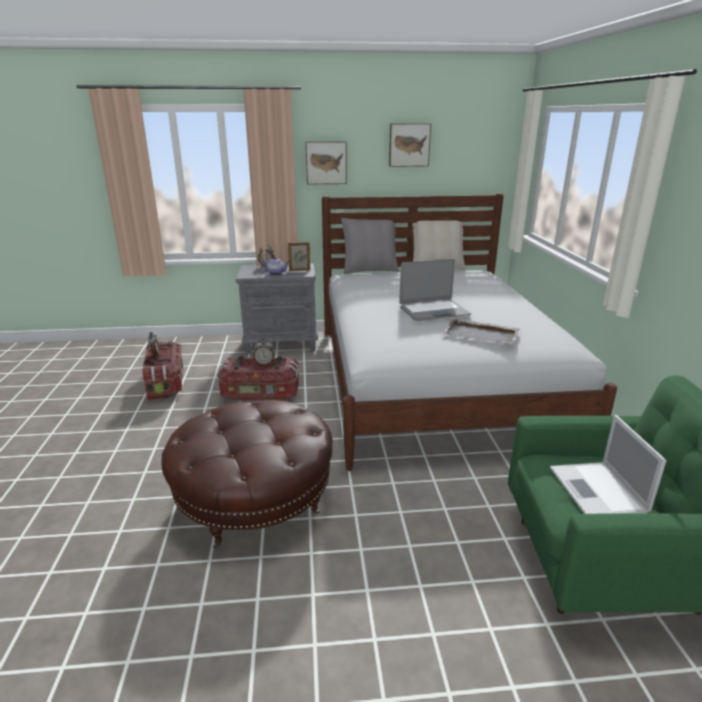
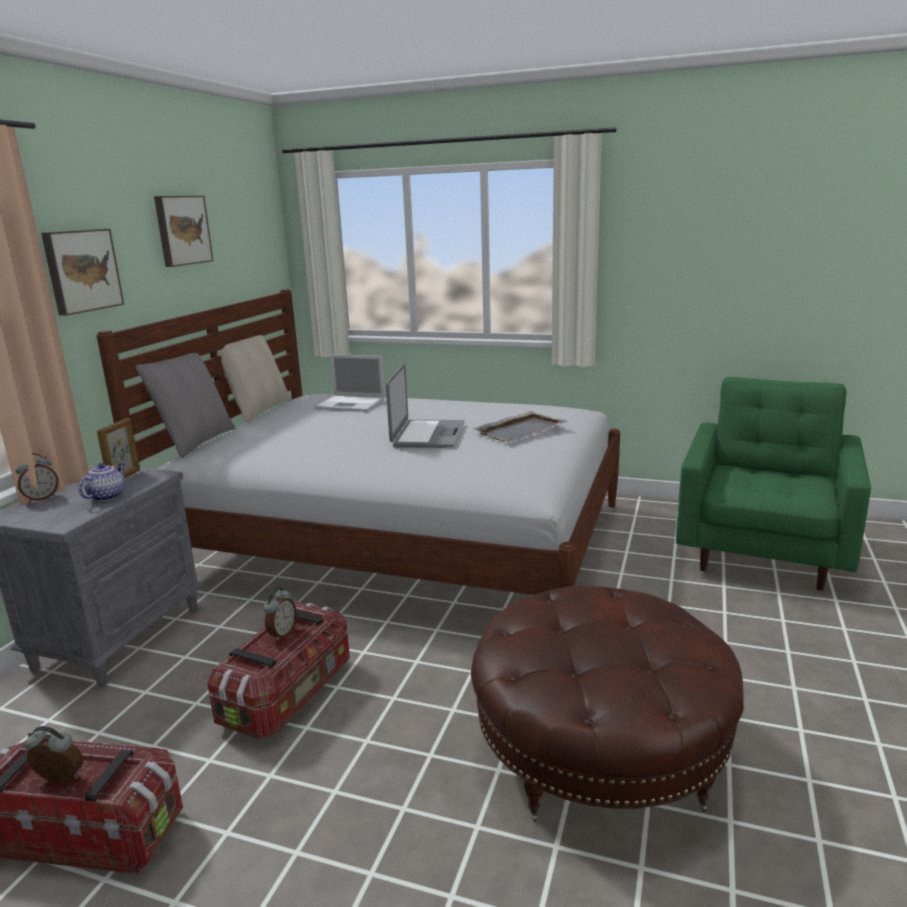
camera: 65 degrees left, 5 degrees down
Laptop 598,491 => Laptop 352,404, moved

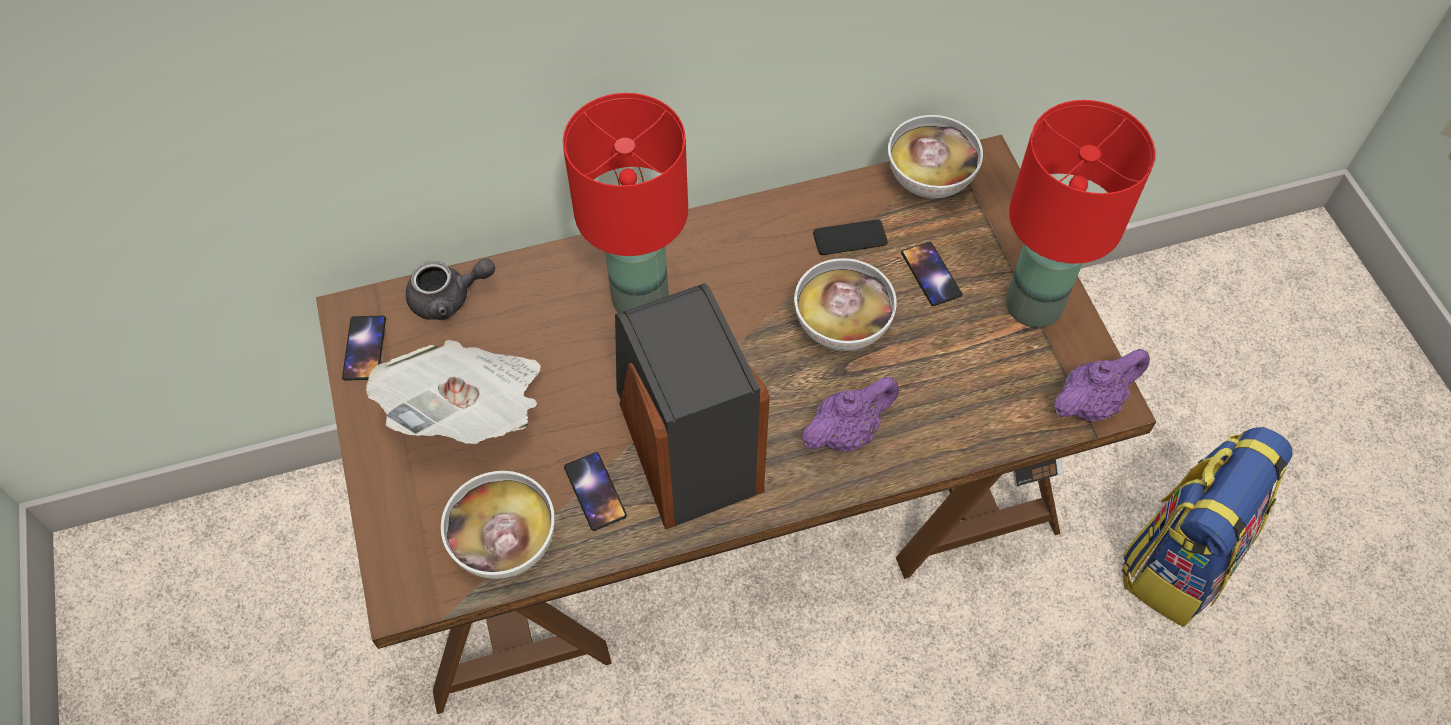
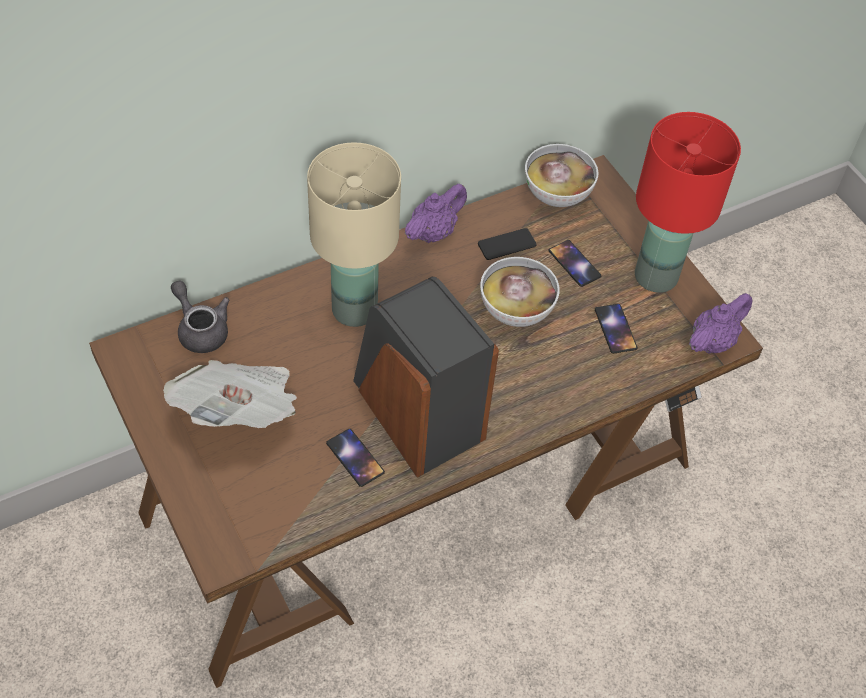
camera: 15 degrees left, 5 degrees down
GreyTeapot 449,298 => GreyTeapot 200,329, 105 degrees counterclockwise
RedTableLamp 642,298 => BeigeTableLamp 356,309
PurpleTeapot 846,432 => PurpleTeapot 434,232, moved
Phone 365,348 => Phone 615,329, moved
Bowl 505,543 => nothing
Backpack 1179,559 => nothing

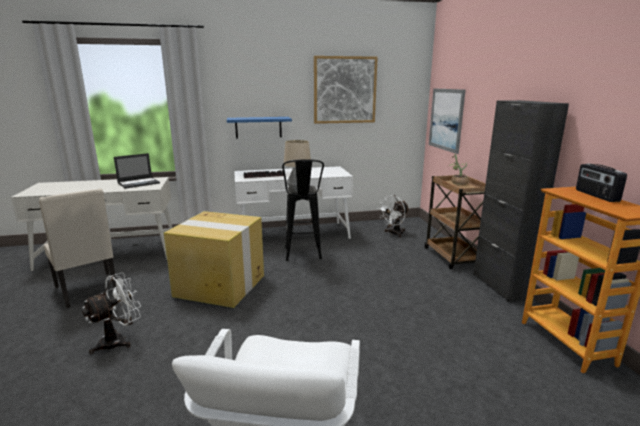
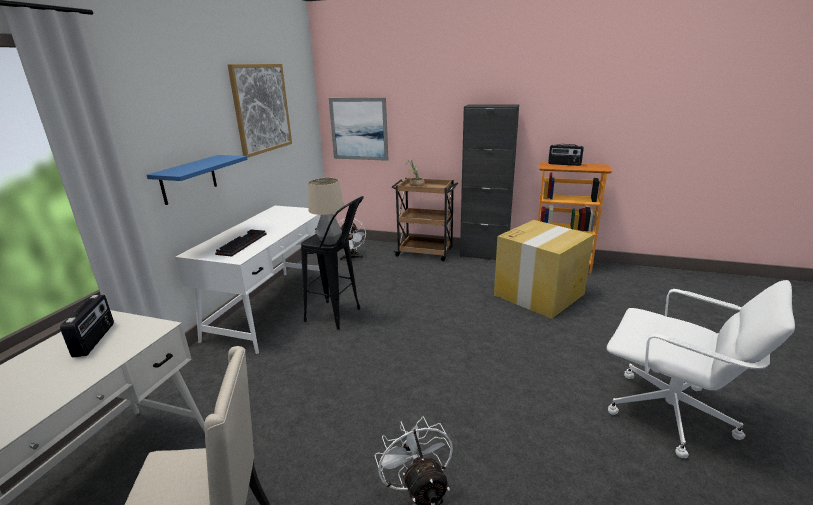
camera: 60 degrees left, 5 degrees up
Laptop 139,183 => Radio 95,339
CardboardBox 221,286 => CardboardBox 539,294, moved

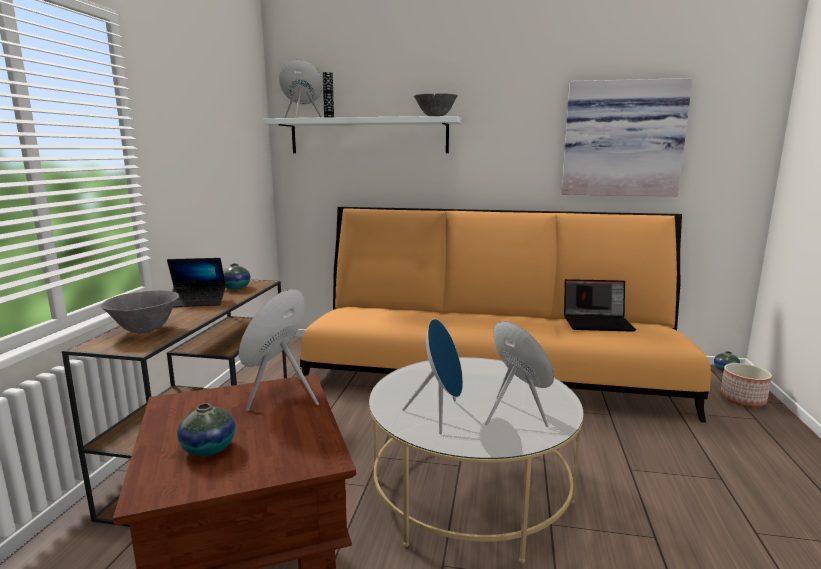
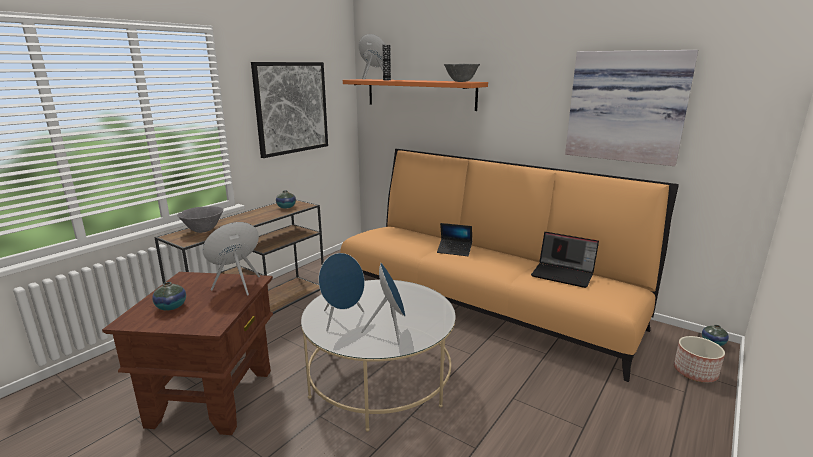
camera: 25 degrees right, 5 degrees up
nothing => Picture 291,108
WhiteShelf 368,136 => OrangeShelf 419,94
Laptop 197,301 => Laptop 454,251, moved

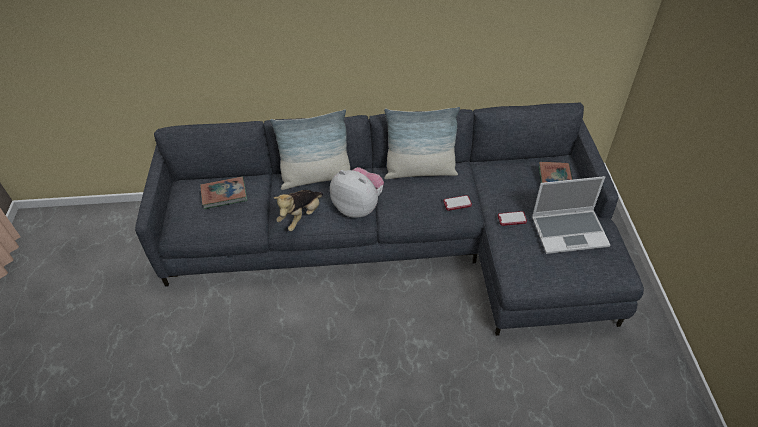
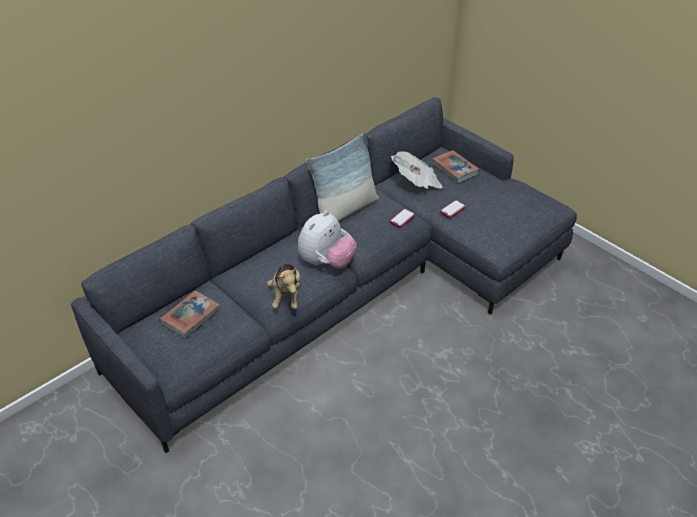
camera: 40 degrees left, 5 degrees down
PlushToy 358,207 => PlushToy 326,262, 135 degrees clockwise
nothing => Newspaper 416,182
Pillow 316,177 => nothing
Laptop 569,231 => nothing

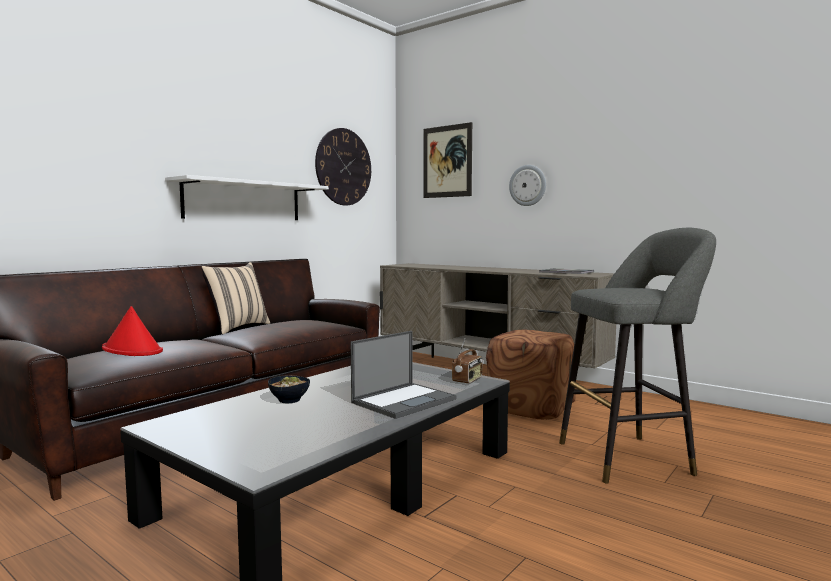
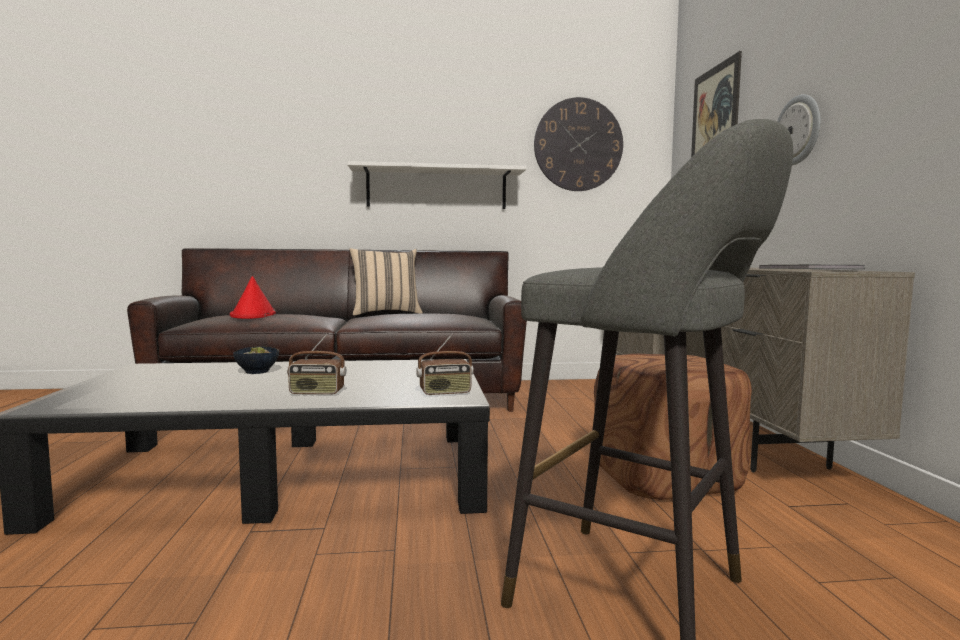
camera: 45 degrees right, 0 degrees up
Laptop 404,400 => Radio 316,393

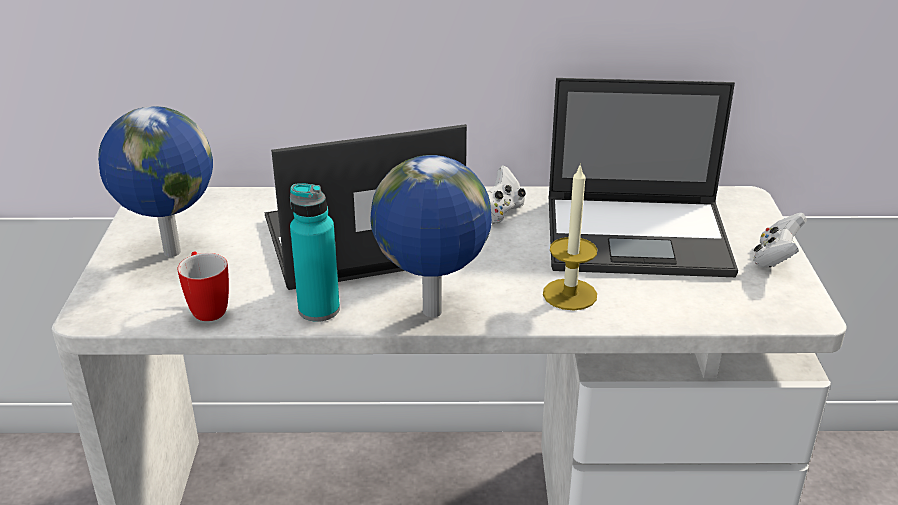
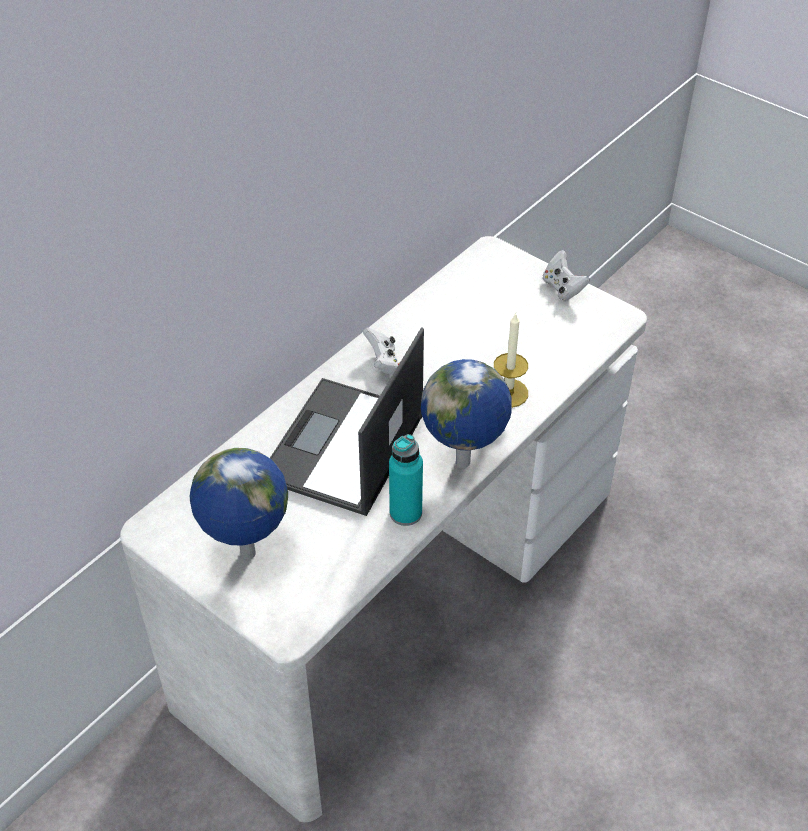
camera: 50 degrees left, 15 degrees up
Mug 207,307 => nothing
Laptop 639,236 => nothing

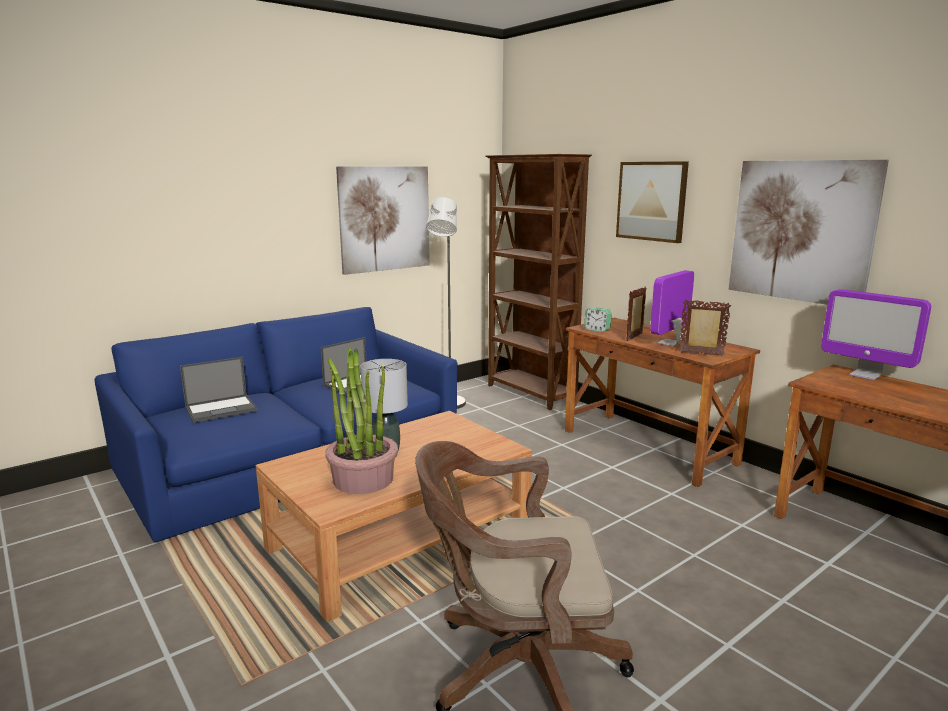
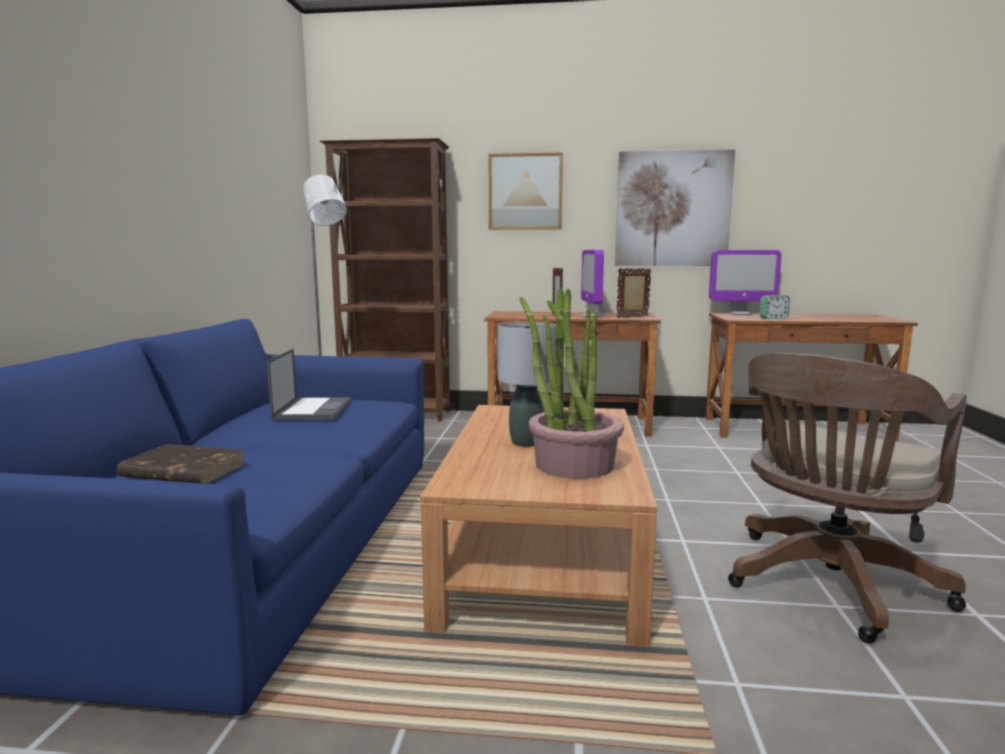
camera: 45 degrees left, 5 degrees down
Laptop 222,409 => BrownBook 183,471
AlarmClock 597,330 => AlarmClock 773,318, moved
Picture 385,219 => nothing

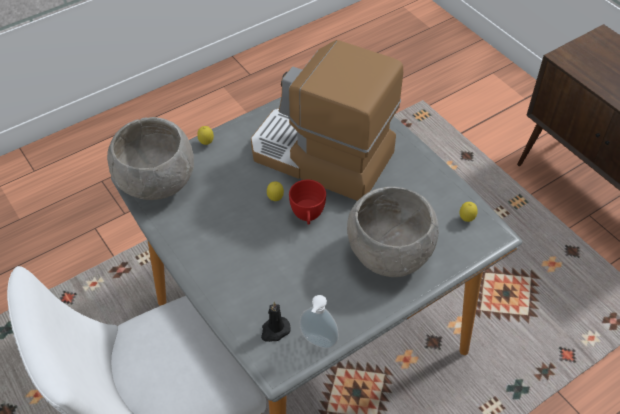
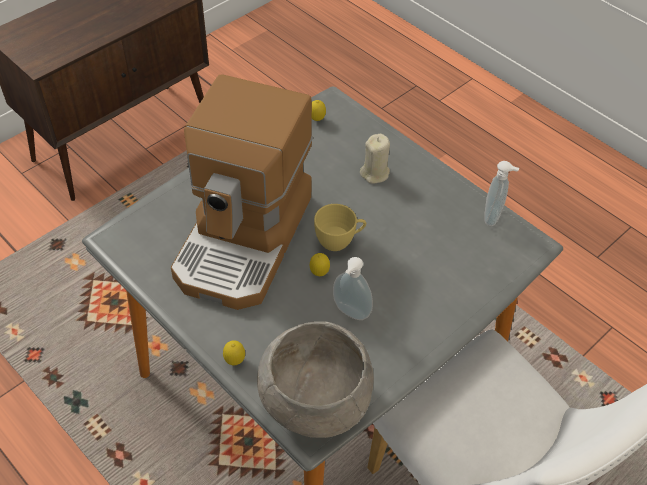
camera: 100 degrees left, 0 degrees up
RedCup 307,217 => YellowCup 339,241
nothing => SoapDispenser 350,313
GreyBowl 388,255 => BeigeCandle 375,173
BlackCandle 274,330 => nothing

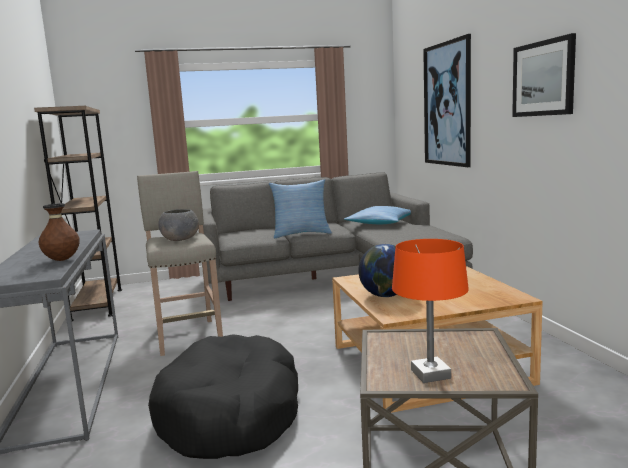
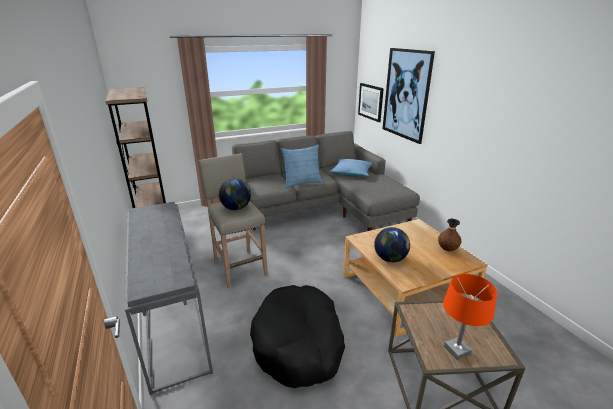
camera: 10 degrees left, 15 degrees up
GreyBowl 180,239 => Globe 236,208
Picture 543,78 => Picture 370,102, moved
BrownVase 62,260 => BrownVase 447,249, moved

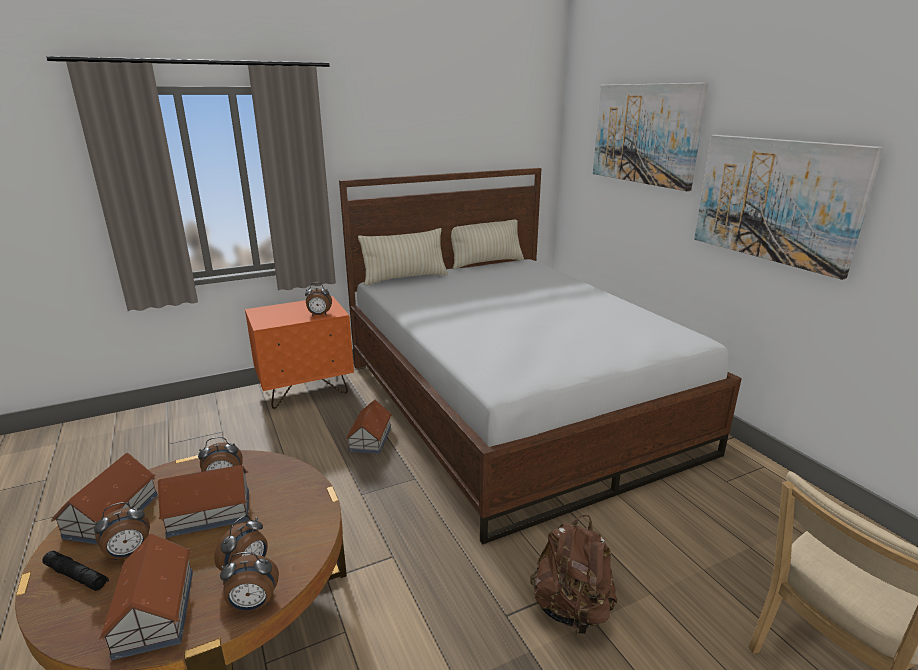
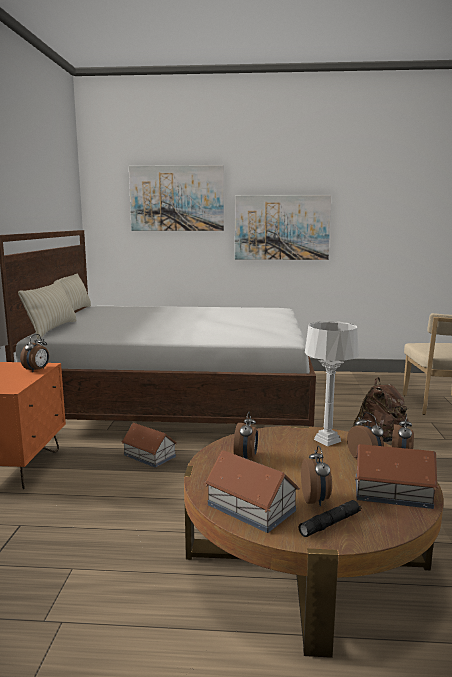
camera: 60 degrees left, 10 degrees down
nothing => GreyTableLamp 327,440
ToyHouse 209,512 => nothing

